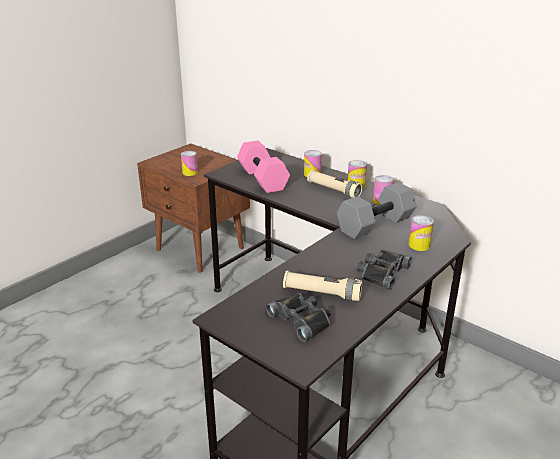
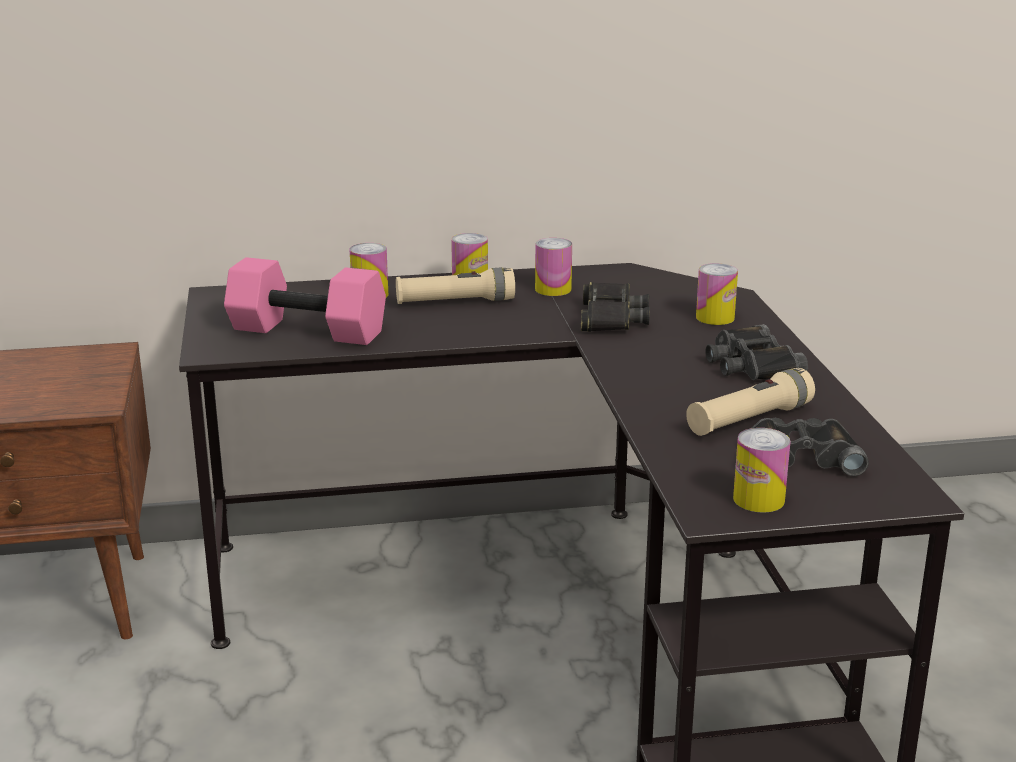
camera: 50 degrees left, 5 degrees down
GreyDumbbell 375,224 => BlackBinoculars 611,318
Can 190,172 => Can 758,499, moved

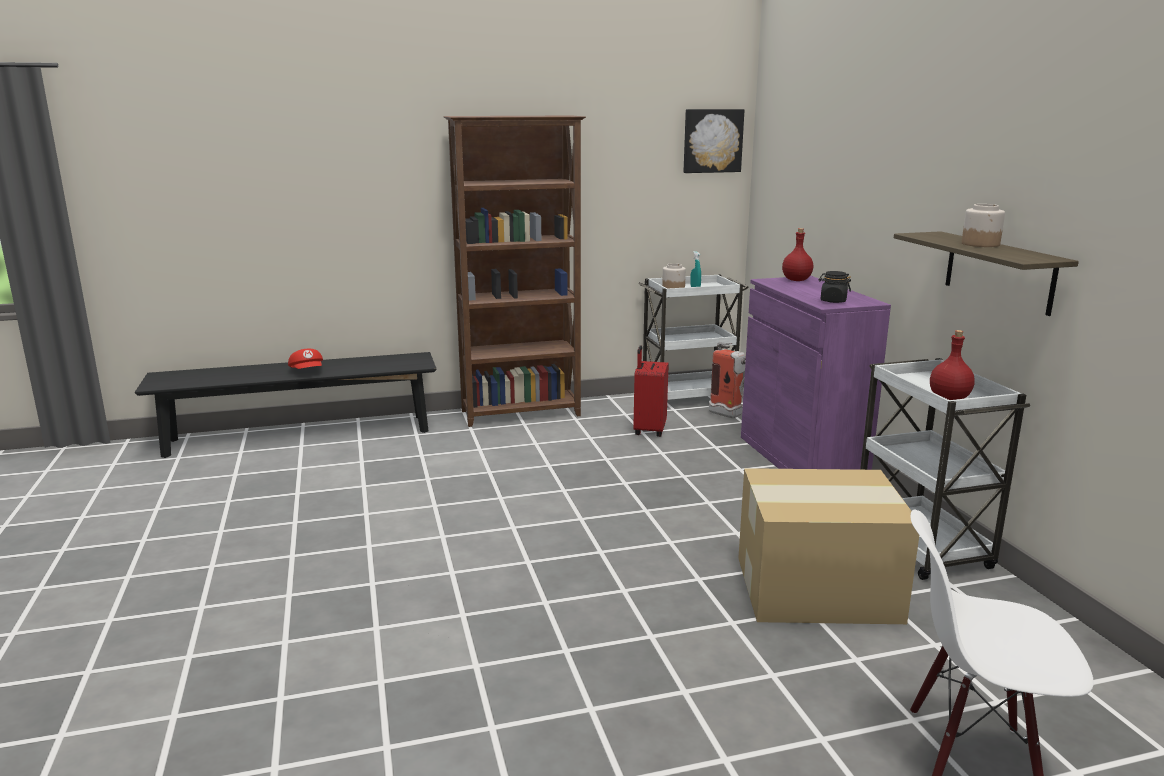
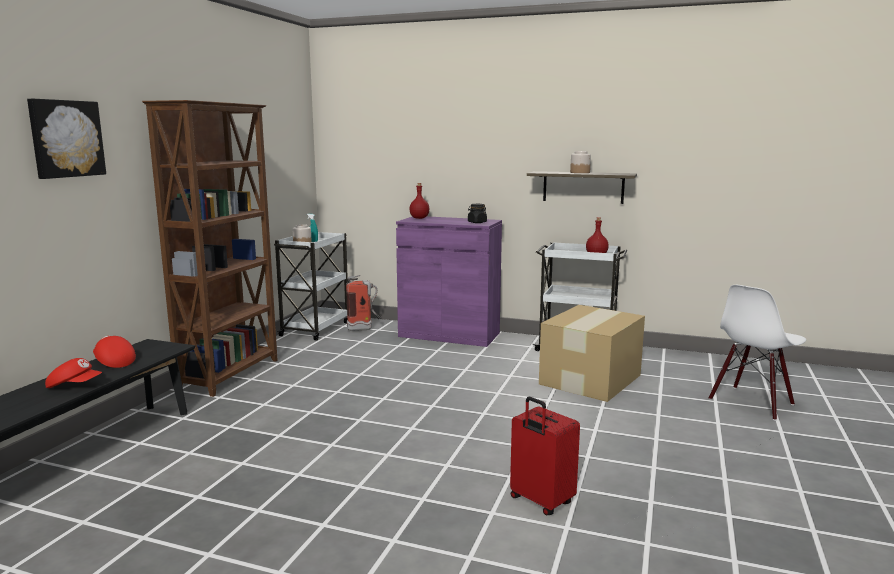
camera: 55 degrees left, 5 degrees down
Picture 712,141 => Picture 66,138, moved
nothing => RedCap 113,362
RedSuitcase 648,430 => RedSuitcase 540,501, moved

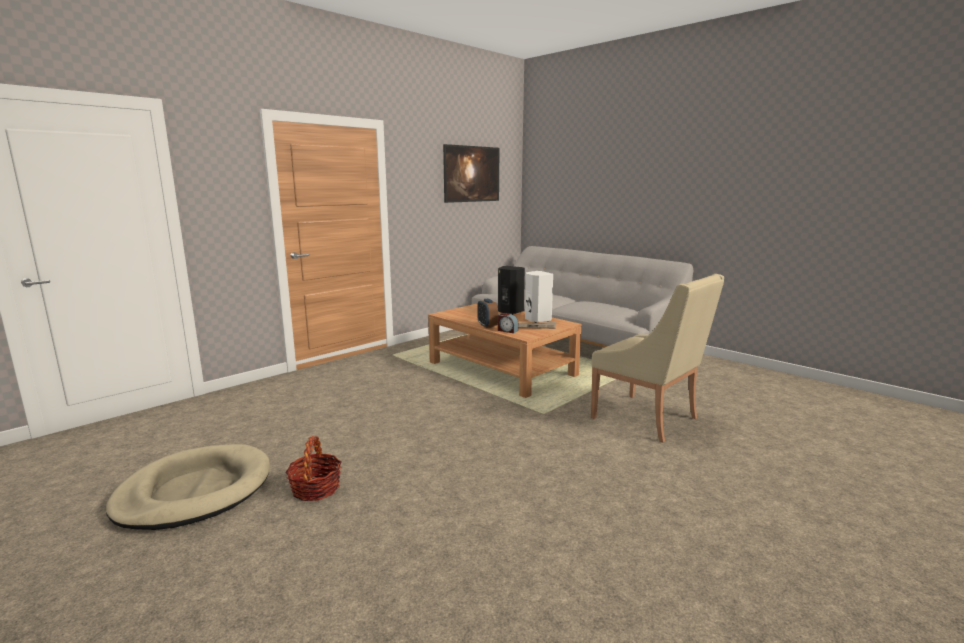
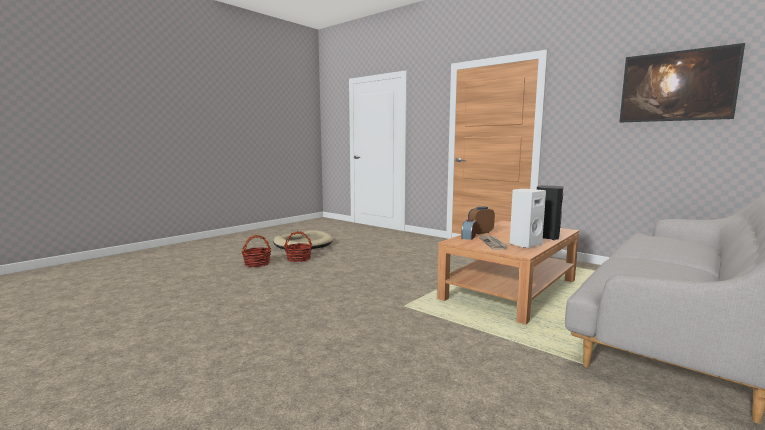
camera: 85 degrees right, 5 degrees down
nothing => Basket 257,263
BeigeArmchair 648,418 => nothing

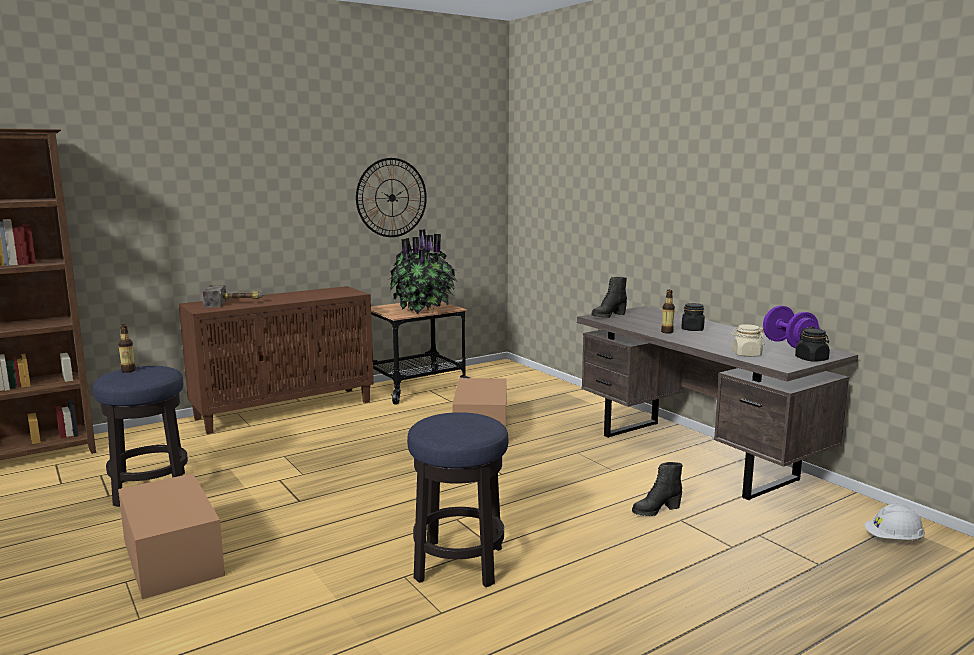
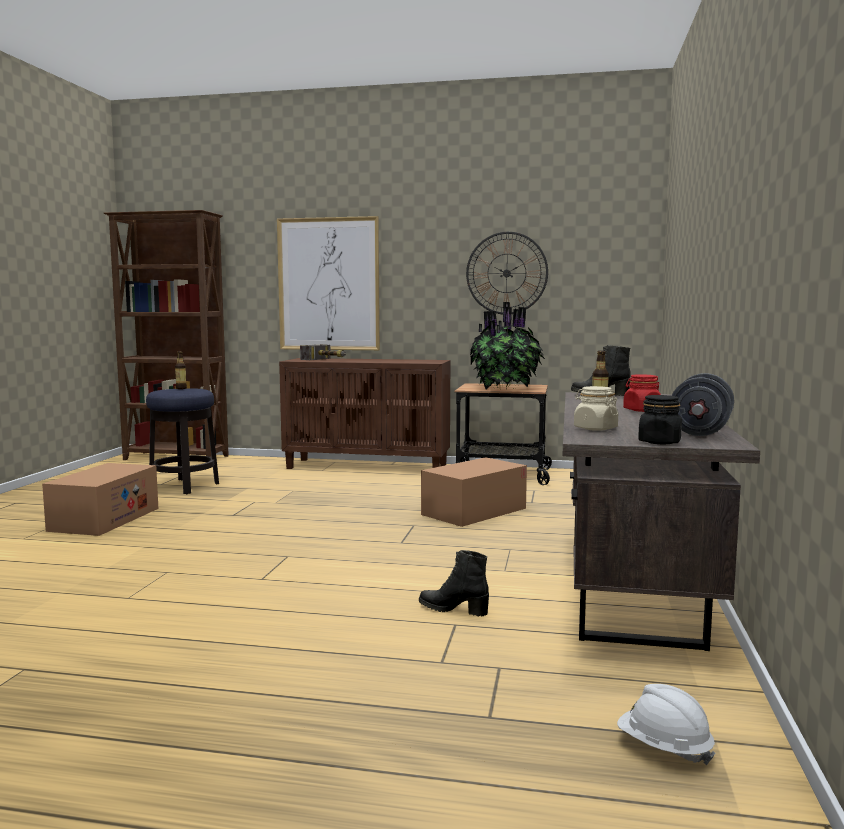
camera: 45 degrees right, 5 degrees down
nothing => Picture 328,284
BlackJar 692,329 => RedJar 641,410
PurpleDumbbell 788,344 => GreyDumbbell 700,431
Stool 459,564 => nothing

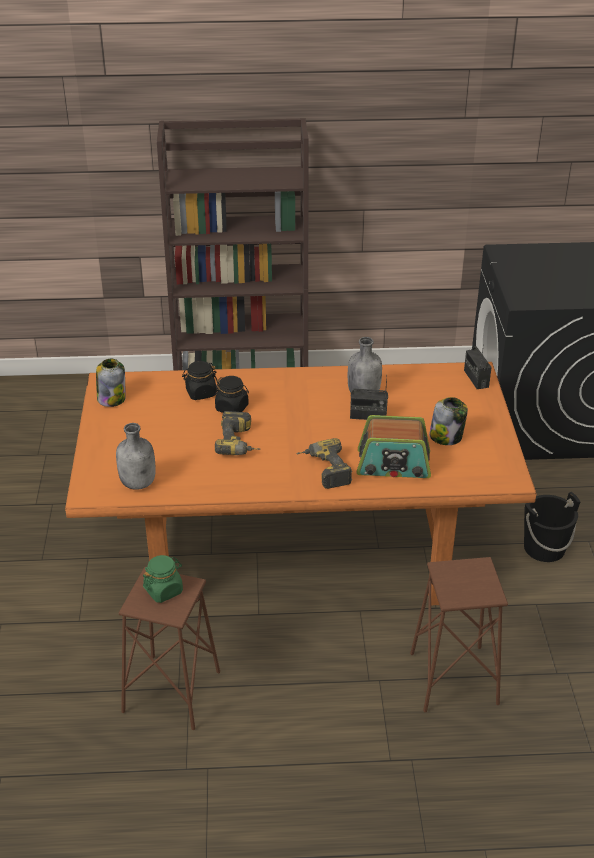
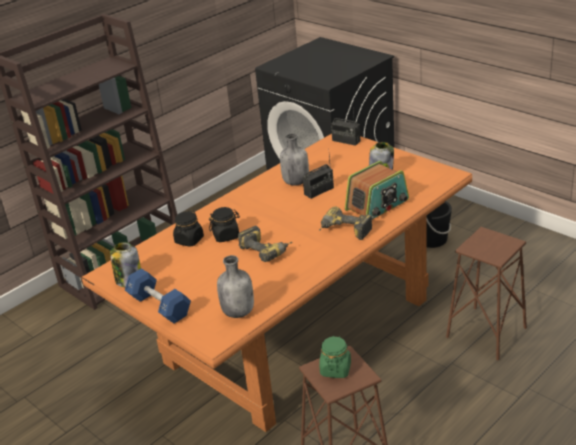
camera: 40 degrees left, 5 degrees down
nothing => BlueDumbbell 159,306

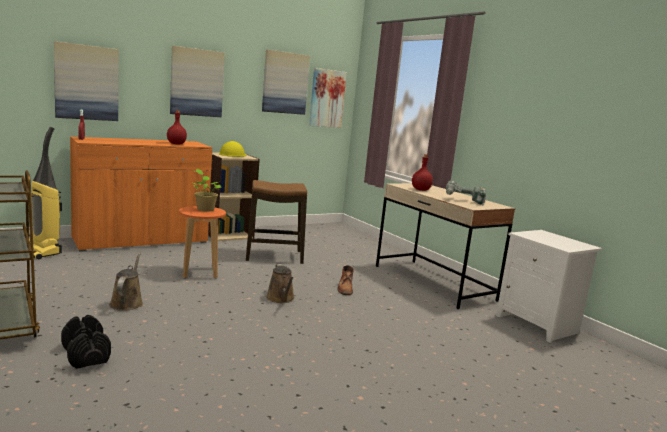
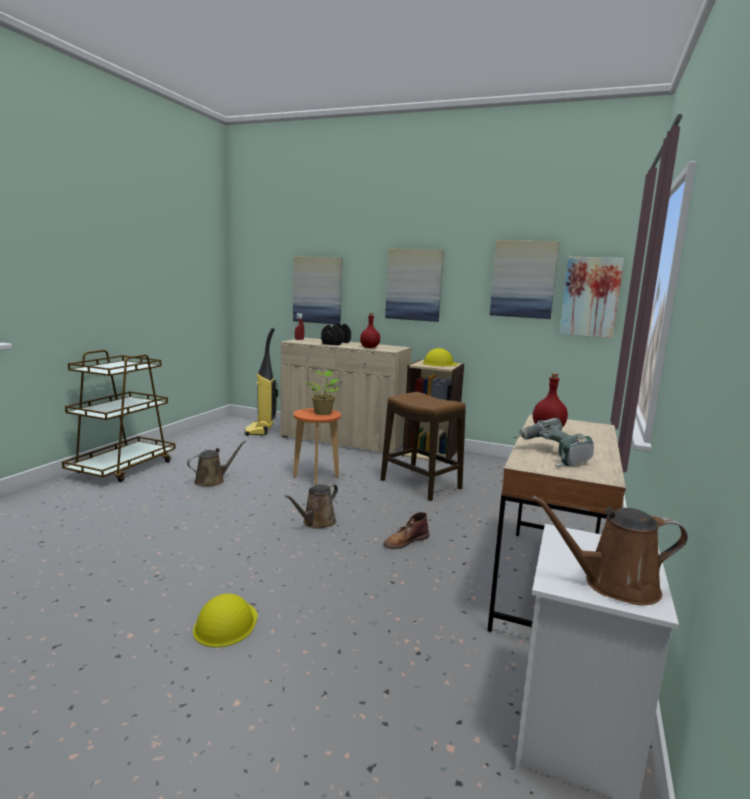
camera: 55 degrees right, 0 degrees up
nothing => YellowHardHat 226,624
OrangeCabinet 141,240 => BeigeCabinet 343,440
BlackDumbbell 85,354 => BlackDumbbell 335,343, moved
nothing => BrownWateringCan 614,585

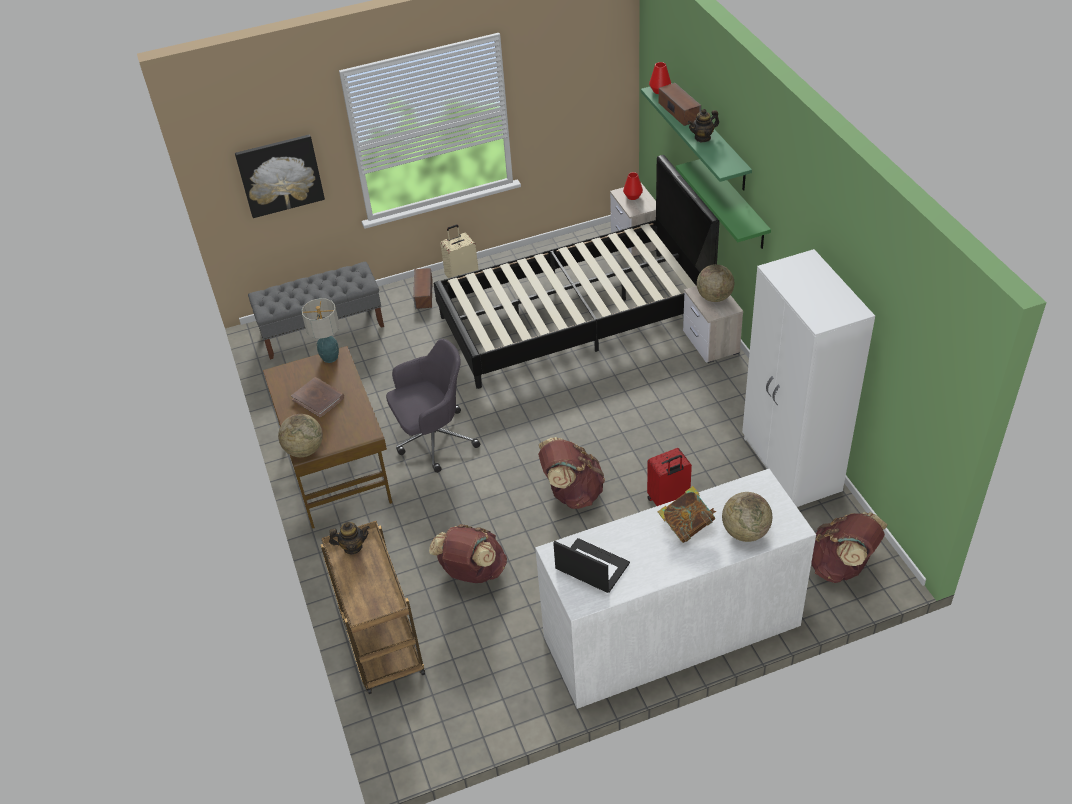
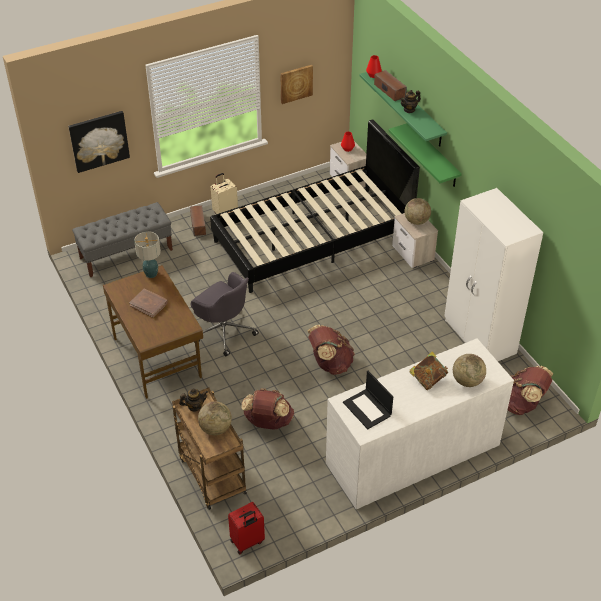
camera: 10 degrees left, 0 degrees up
GreyOfficeChair 433,439 => GreyOfficeChair 224,331, 75 degrees clockwise
Globe 304,450 => Globe 215,428, moved
RedSuitcase 668,501 => RedSuitcase 247,542, moved
nothing => Picture 296,83
Laptop 591,566 => Laptop 367,409, 150 degrees counterclockwise

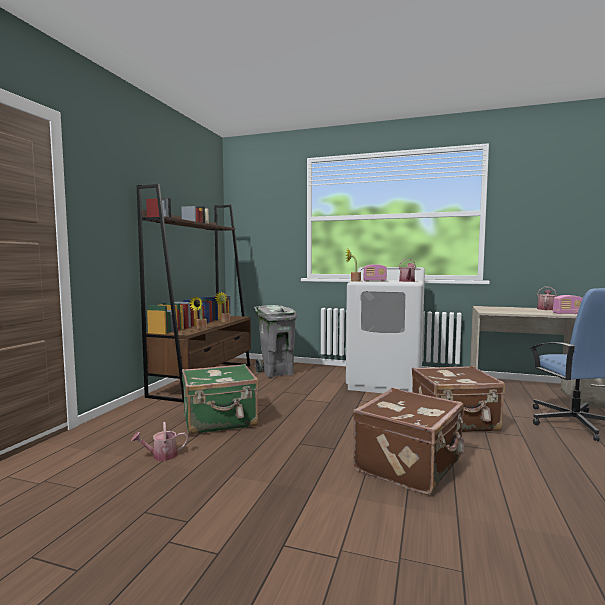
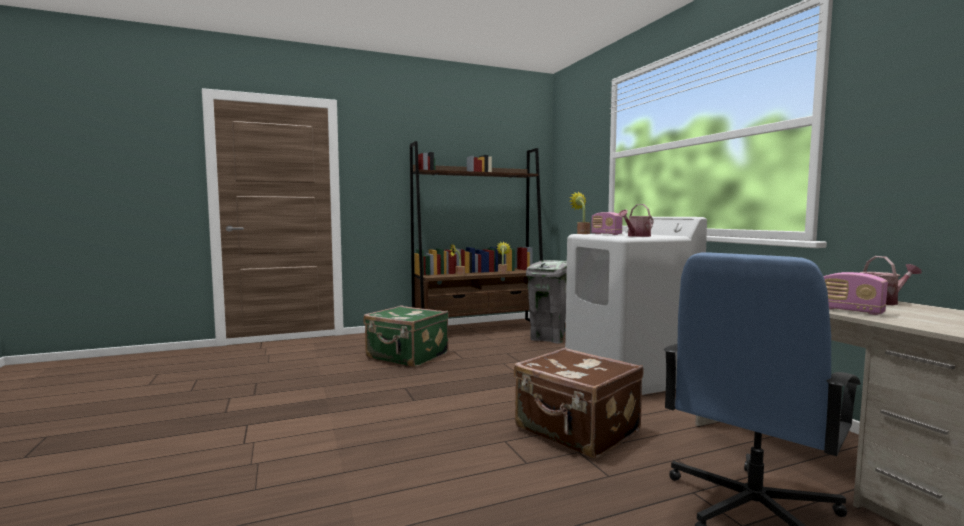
camera: 50 degrees right, 0 degrees up
WateringCan 161,456 => nothing
BrownSuitcase 410,465 => nothing

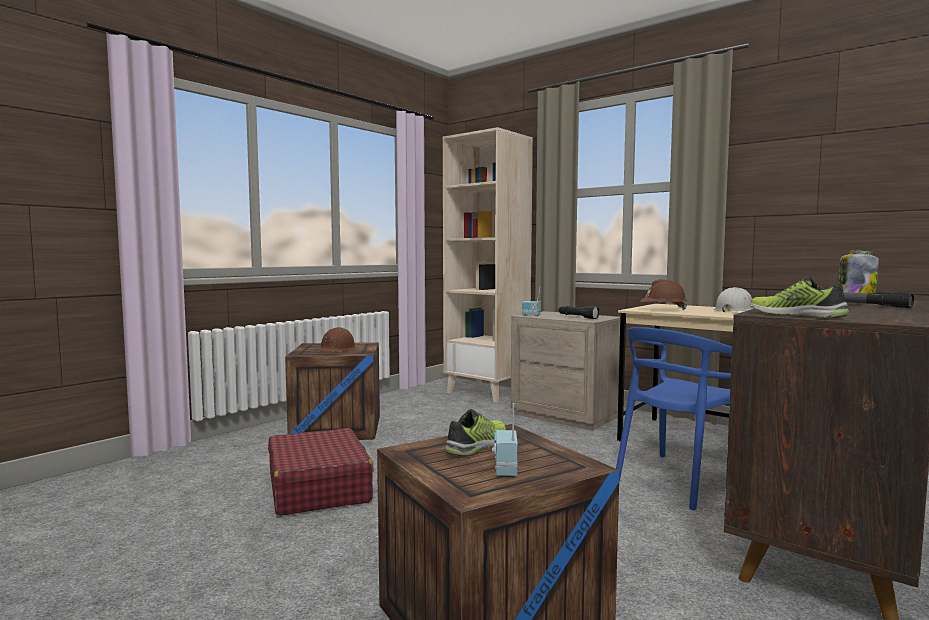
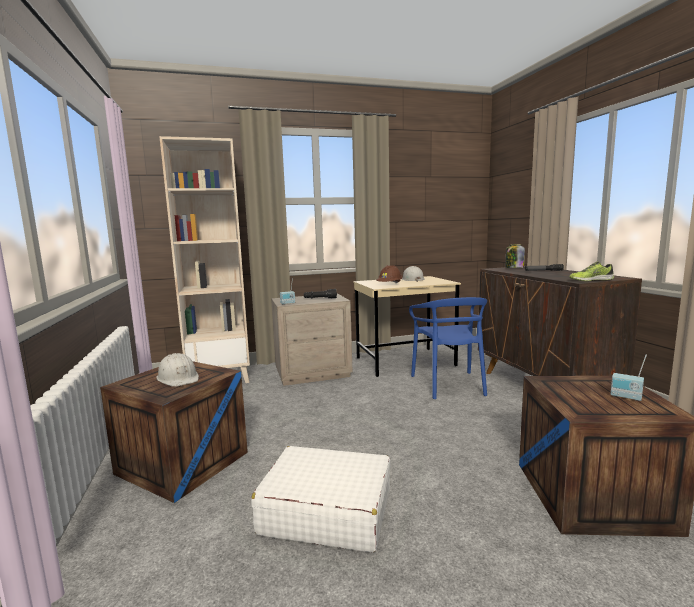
camera: 55 degrees left, 5 degrees up
BrownHardHat 337,349 => WhiteHardHat 178,378
RedSuitcase 318,487 => WhiteSuitcase 326,511
Shoe 479,445 => nothing

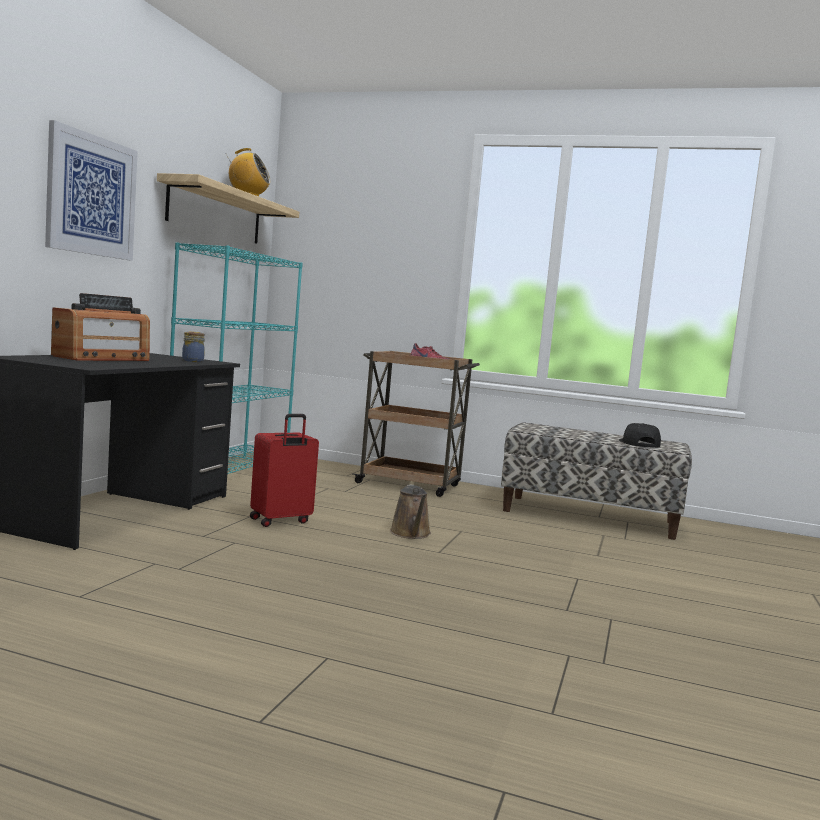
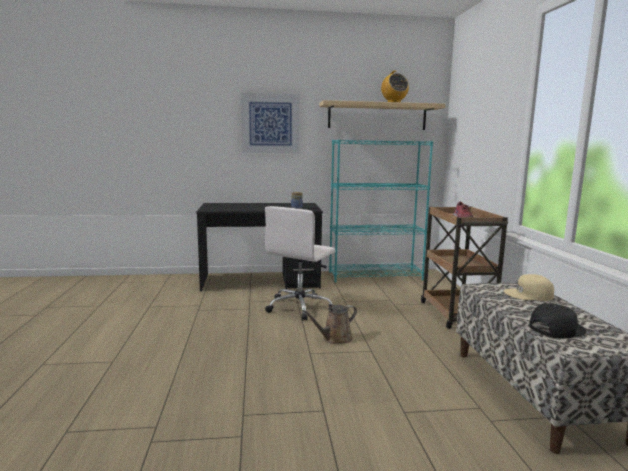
camera: 65 degrees right, 5 degrees up
RedSuitcase 281,521 => WhiteOfficeChair 300,307
nothing => BeigeCap 529,295
Radio 102,358 => nothing

